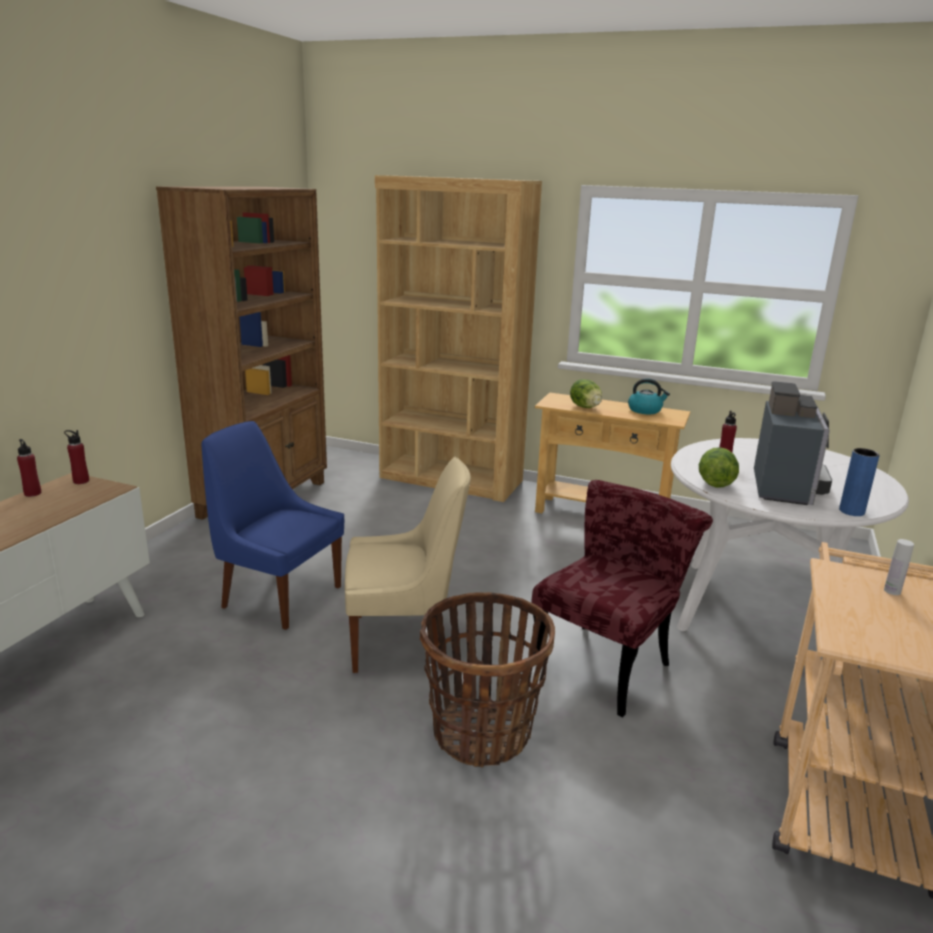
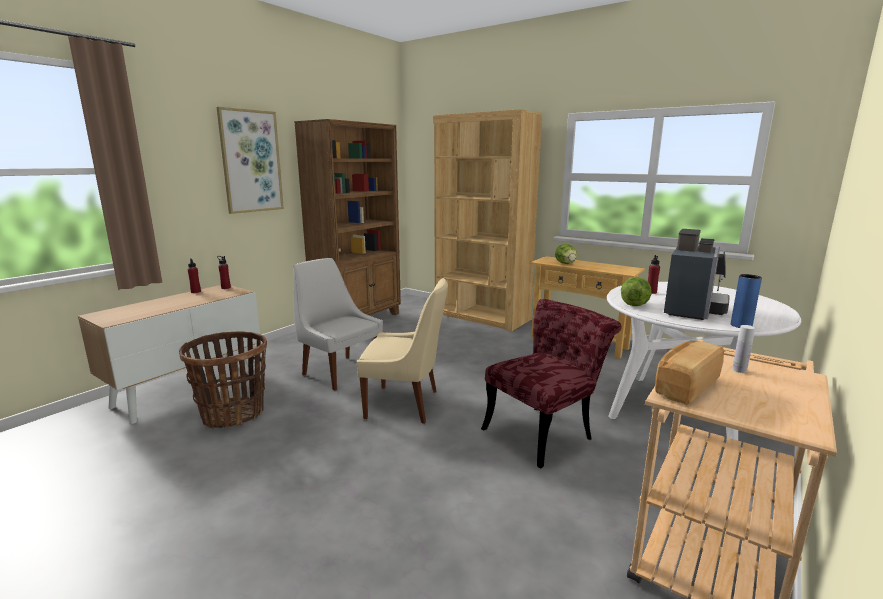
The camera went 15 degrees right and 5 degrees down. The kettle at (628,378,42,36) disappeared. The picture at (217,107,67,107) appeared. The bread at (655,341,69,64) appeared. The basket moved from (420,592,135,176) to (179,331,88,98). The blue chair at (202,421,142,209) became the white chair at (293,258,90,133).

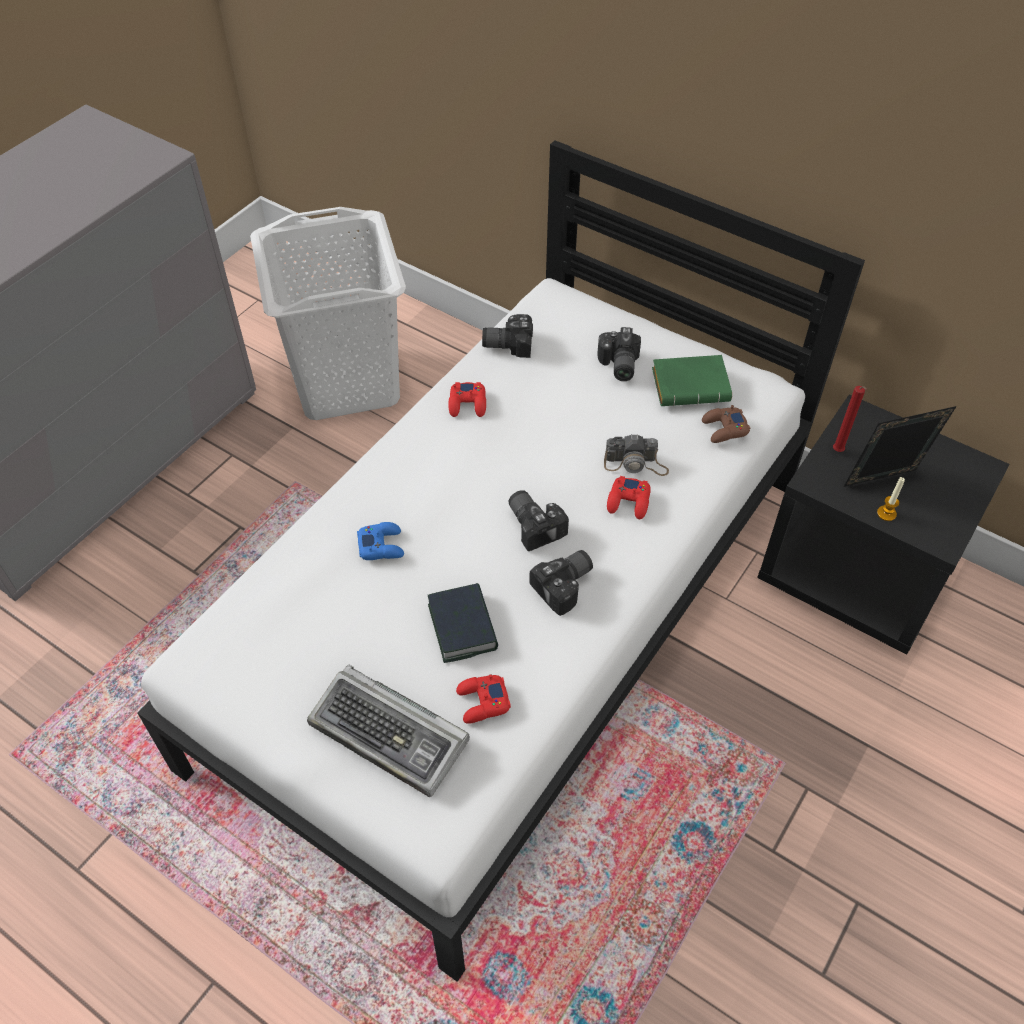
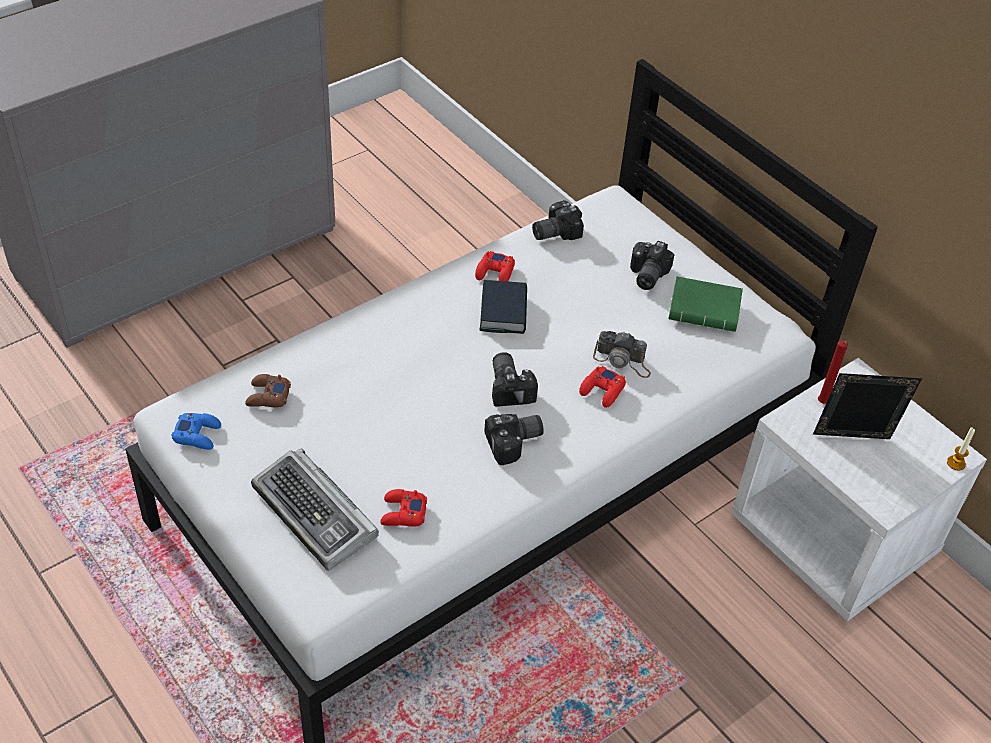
The camera went 15 degrees right and 5 degrees down. The white laundry basket at (250,207,156,213) disappeared. The blue game controller moved from (357,522,47,38) to (171,413,50,37). The book moved from (428,583,70,80) to (479,280,48,54). The brown game controller moved from (702,405,48,38) to (245,374,46,34). The candle moved from (877,477,28,44) to (947,427,28,43). The black nightstand at (757,394,253,261) became the white nightstand at (731,358,256,263). The photo camera at (482,314,51,44) turned 45 degrees counterclockwise.

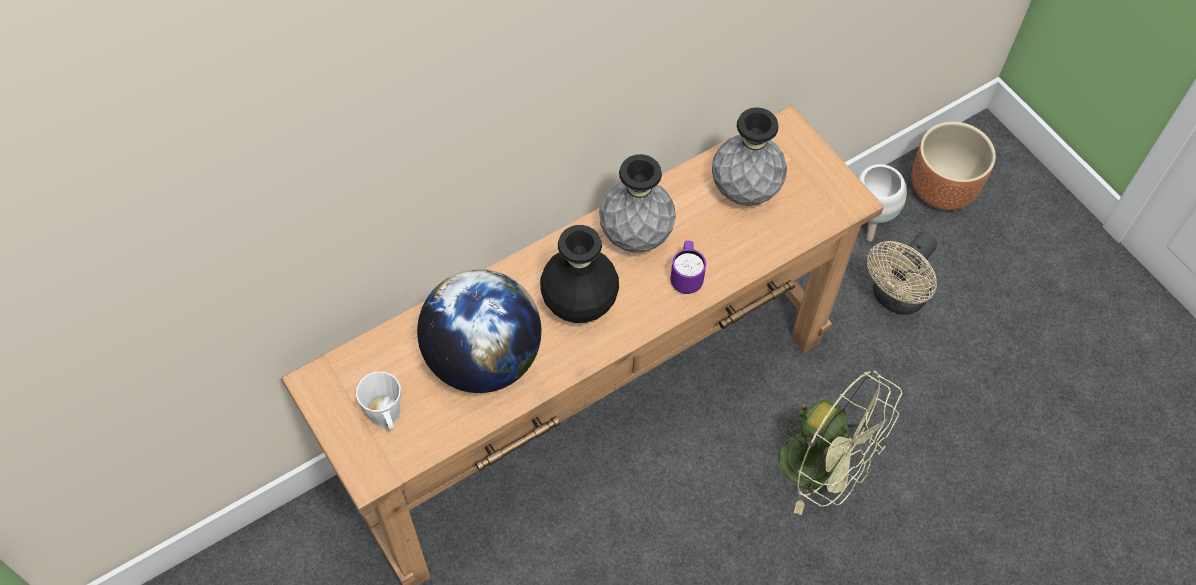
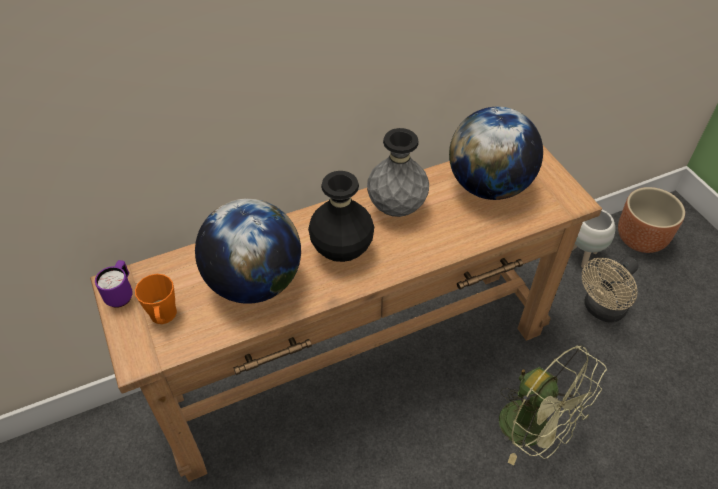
The camera went 10 degrees right and 10 degrees down. The purple mug moved from (670,241,36,53) to (95,260,38,48). The grey vase at (712,107,75,99) was replaced by the globe at (449,107,94,93). The white mug at (356,372,45,58) became the orange mug at (135,274,42,50).

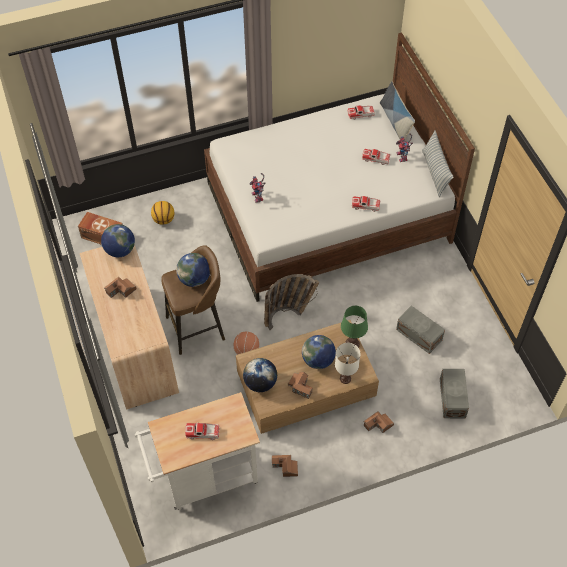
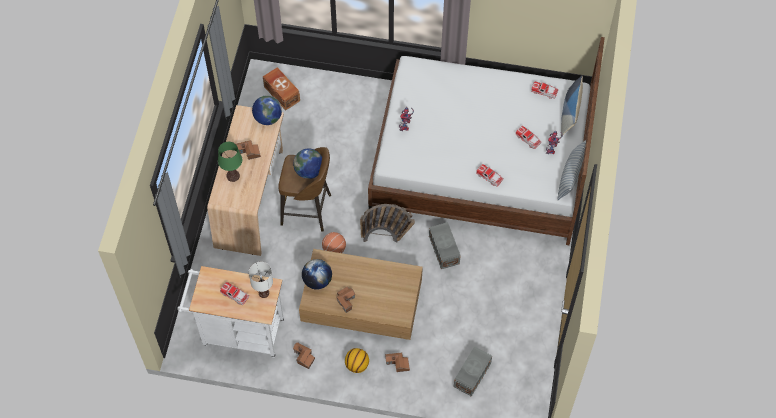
The camera went 30 degrees right and 5 degrees up. The globe at (302,335,34,34) disappeared. The basketball moved from (151,201,23,23) to (345,348,24,25). The white table lamp moved from (335,343,26,41) to (249,262,24,36). The green table lamp moved from (341,306,27,42) to (218,142,24,40). The grey storage box moved from (396,306,49,48) to (429,222,32,47).

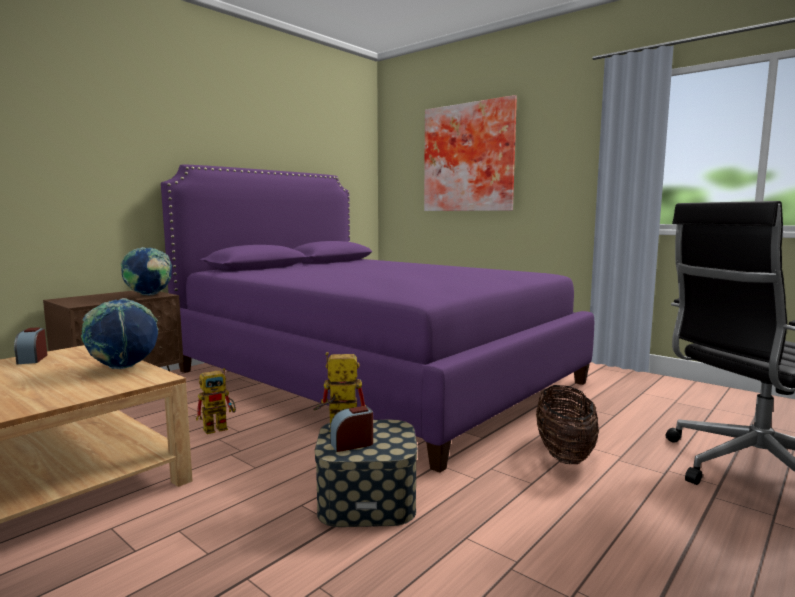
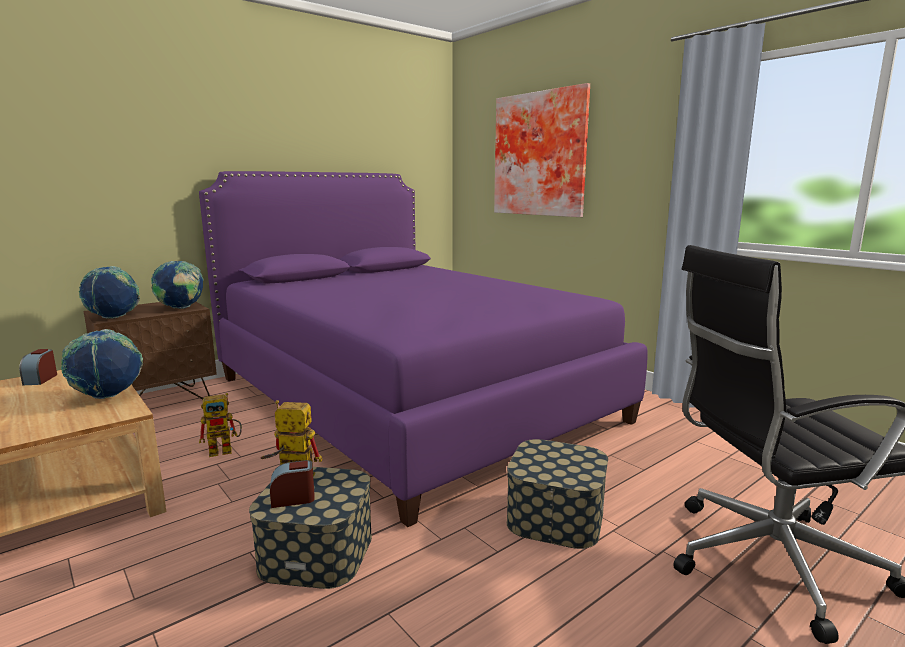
The camera went 10 degrees right and 5 degrees up. The globe at (79,266,61,53) appeared. The basket at (536,385,63,79) was replaced by the storage box at (507,439,101,110).

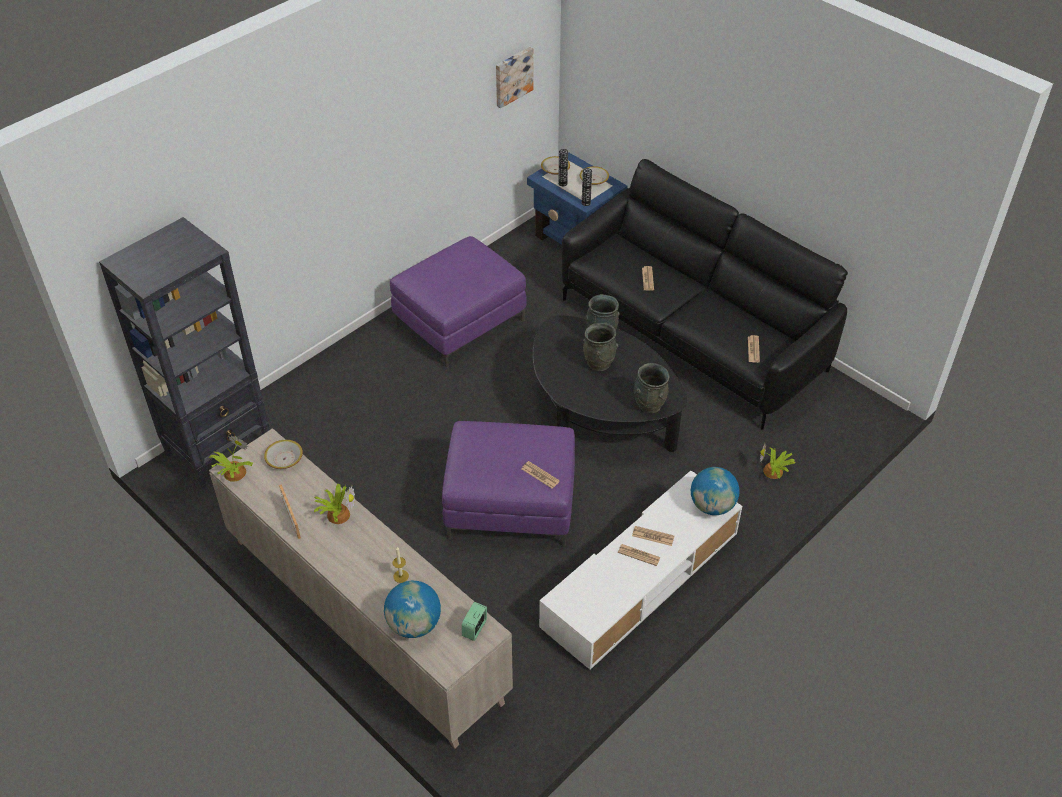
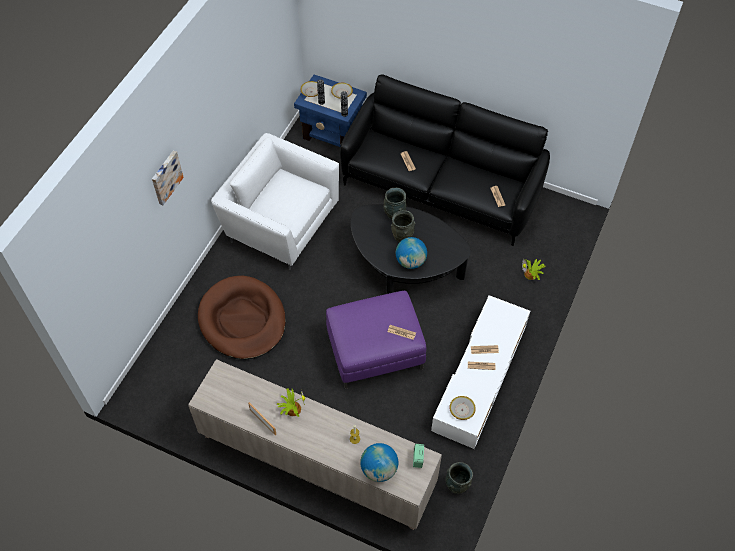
The camera went 20 degrees left and 10 degrees up. The black bookcase at (99,217,170,272) disappeared. The potted plant at (209,435,44,47) disappeared. The brown dog bed at (198,276,88,83) appeared. The bowl moved from (264,440,39,29) to (449,396,27,24). The picture moved from (496,47,37,61) to (152,151,32,54). The grey vase moved from (633,363,36,50) to (446,462,27,32). The globe moved from (691,467,49,48) to (396,237,31,32). The purple ottoman at (390,236,137,132) was replaced by the white armchair at (211,133,128,137).

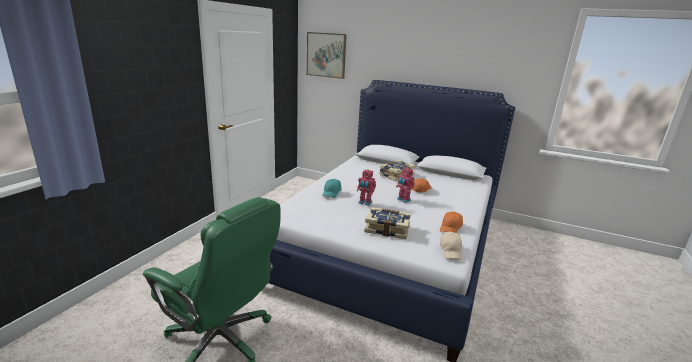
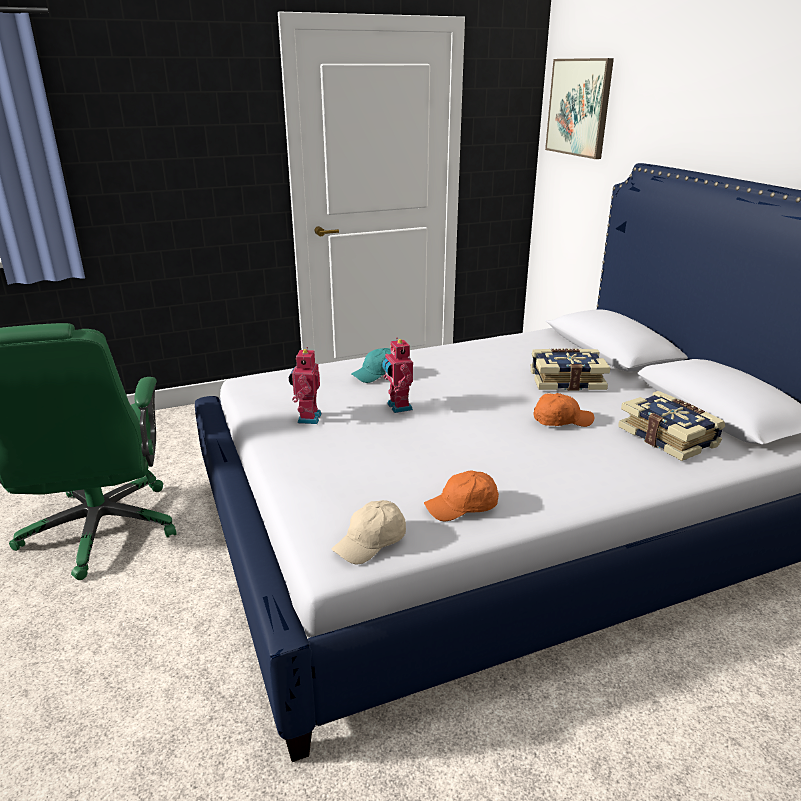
The camera went 45 degrees right and 5 degrees up. The book moved from (364,207,47,33) to (618,391,107,70). The toy robot moved from (396,167,19,36) to (289,347,33,77).

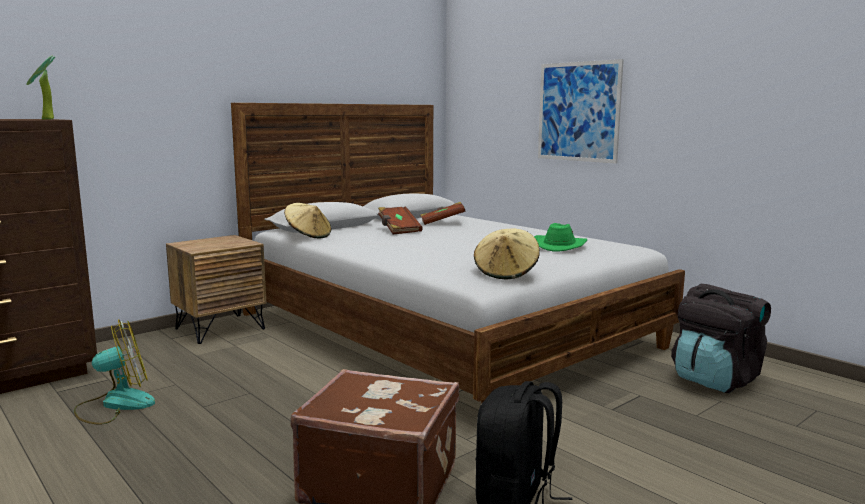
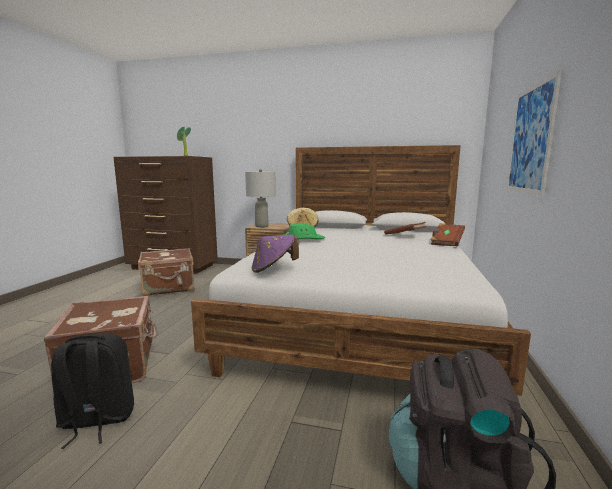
The camera went 55 degrees right and 0 degrees up. The grey table lamp at (245,169,31,58) appeared. The brown book moved from (378,207,45,27) to (431,223,34,23). The green hat moved from (534,223,53,29) to (284,223,41,17). The fan at (74,319,81,106) was replaced by the brown suitcase at (138,248,57,48). The beige hat at (474,228,66,51) became the purple hat at (252,234,47,39).

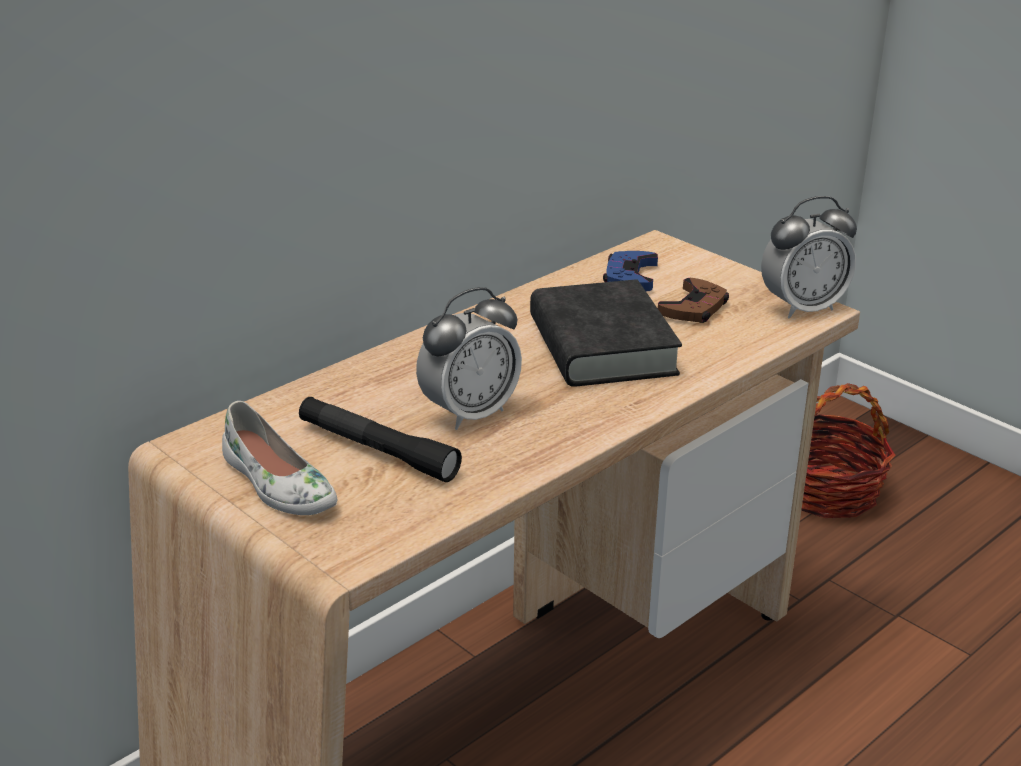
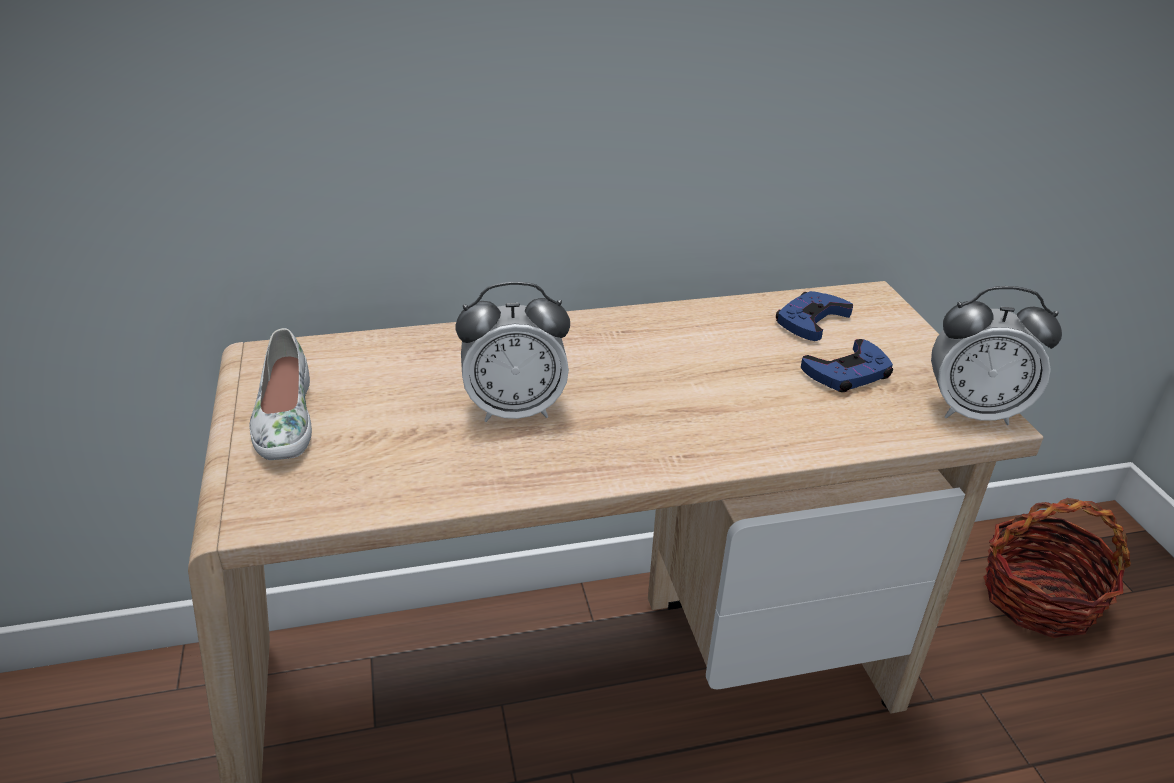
The camera went 30 degrees right and 5 degrees up. The black flashlight at (299,397,163,85) disappeared. The black book at (530,279,152,108) disappeared. The brown game controller at (658,278,71,45) became the blue game controller at (801,339,92,53).

